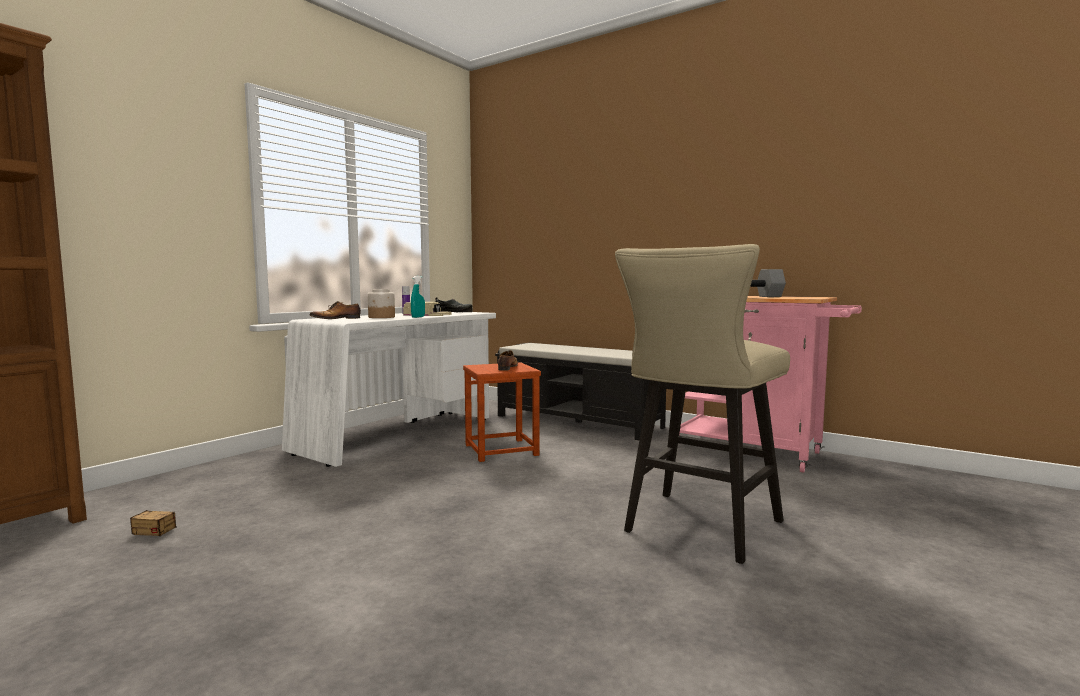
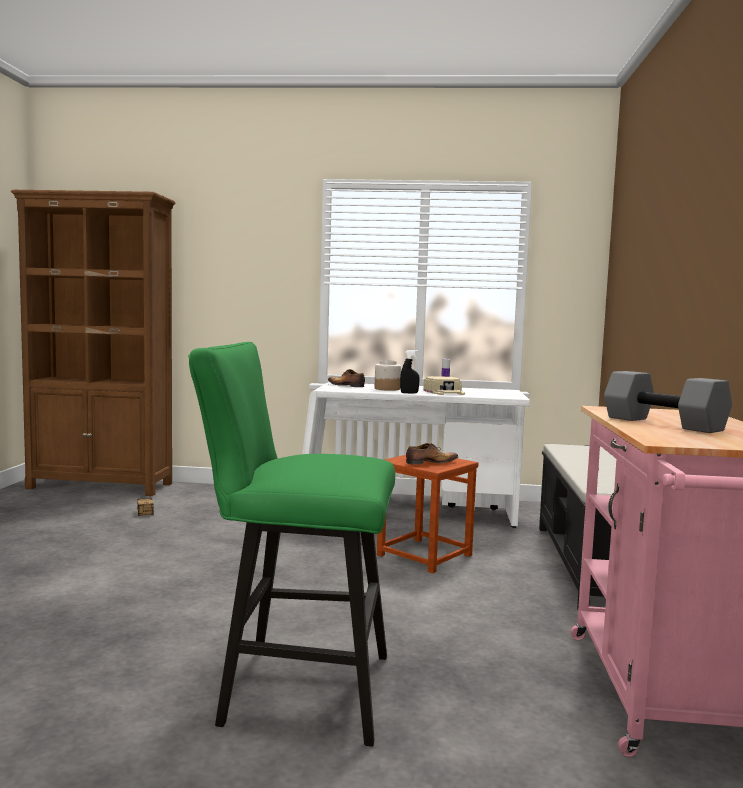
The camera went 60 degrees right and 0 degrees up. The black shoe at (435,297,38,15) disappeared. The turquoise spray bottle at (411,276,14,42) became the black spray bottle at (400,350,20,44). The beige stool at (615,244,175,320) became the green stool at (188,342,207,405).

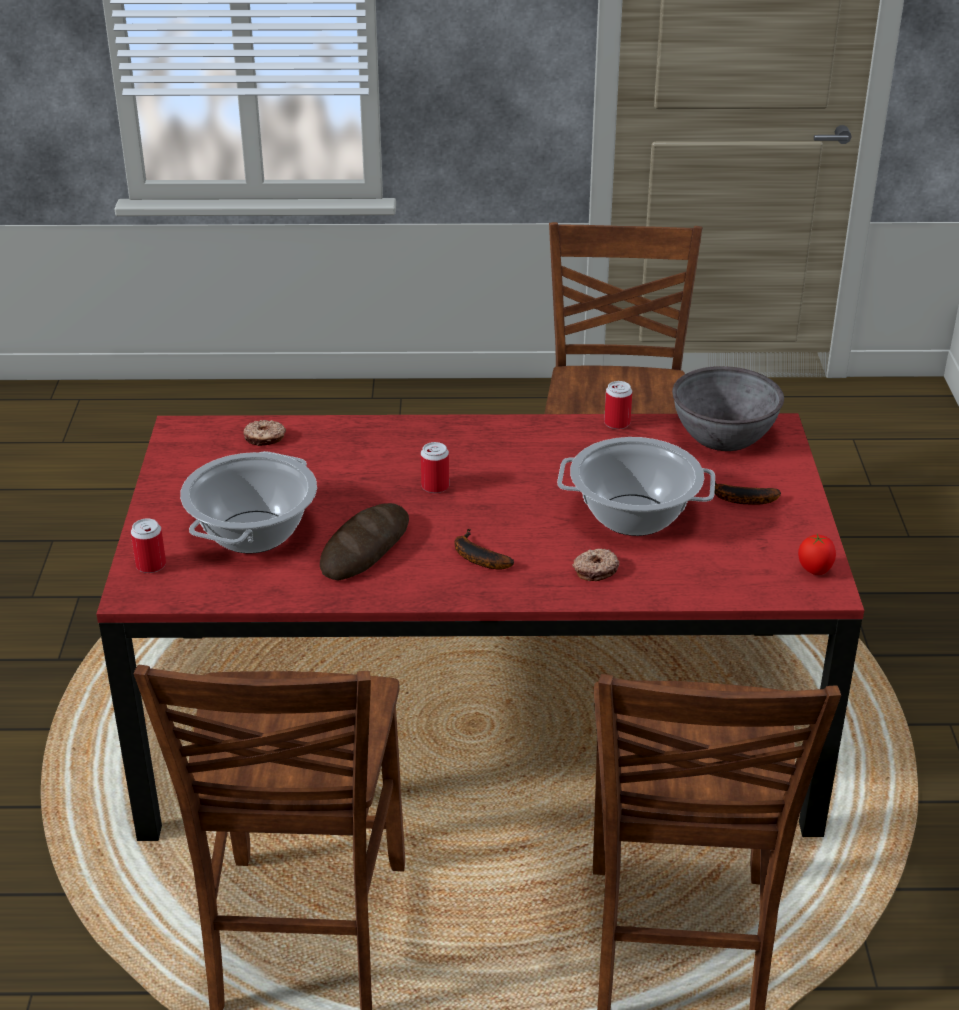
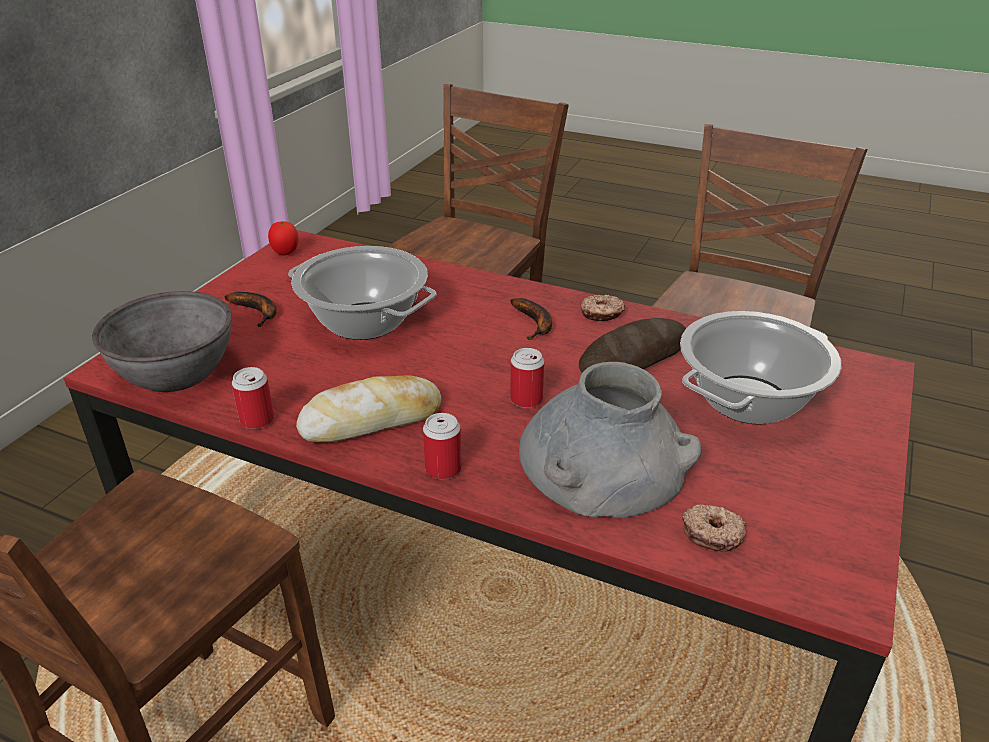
The camera went 155 degrees left and 0 degrees up. The bread at (296,375,145,67) appeared. The grey vase at (519,362,183,156) appeared. The can moved from (131,518,35,55) to (423,413,39,66). The donut moved from (572,548,47,33) to (581,295,44,26).

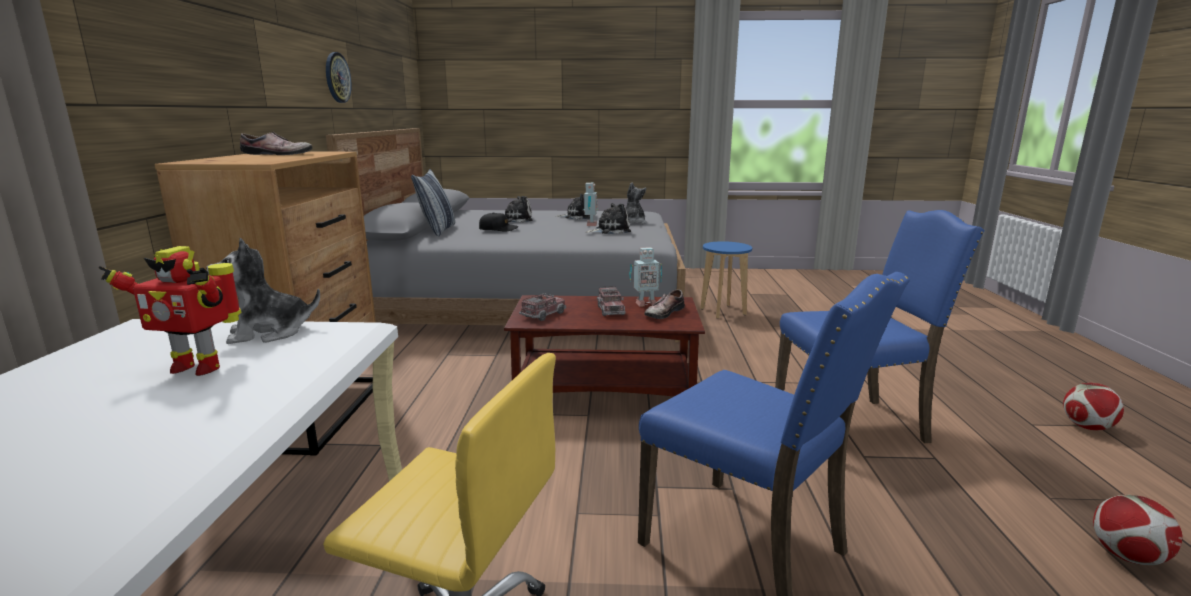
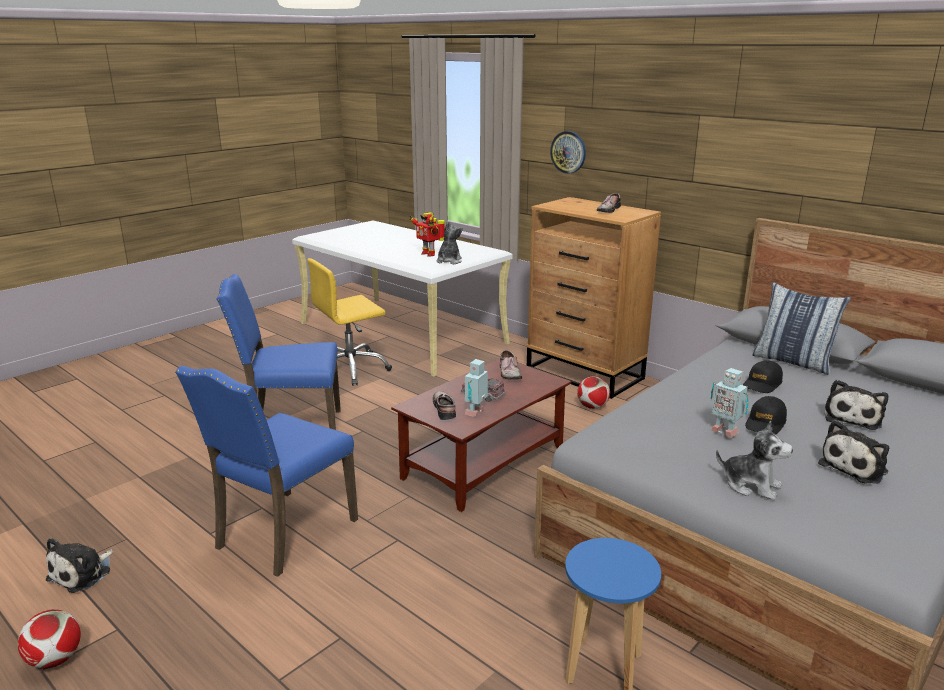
The camera went 130 degrees right and 5 degrees up. The black cap at (745,396,42,38) appeared. The wall clock moved from (326,52,26,51) to (550,131,36,43). The plush toy moved from (586,203,45,31) to (46,538,67,55). The football moved from (1093,495,89,70) to (577,376,33,33). The toy truck at (519,293,47,28) was replaced by the shoe at (500,350,22,30). The toy robot at (99,246,143,130) turned 90 degrees counterclockwise.

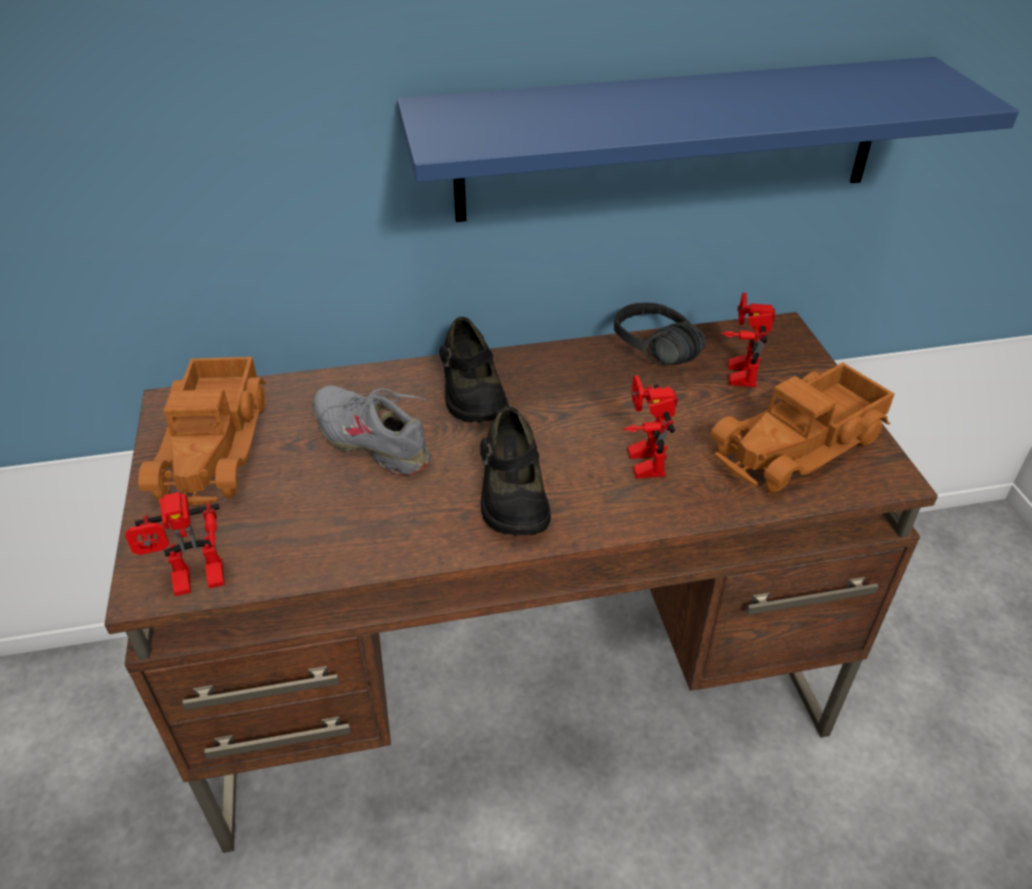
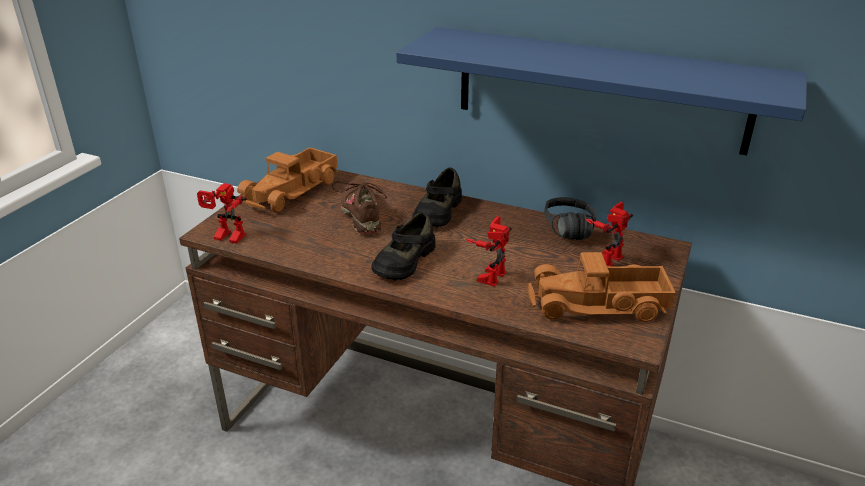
The camera went 35 degrees right and 10 degrees down. The grey shoe at (313,385,118,91) became the brown shoe at (332,180,64,54).

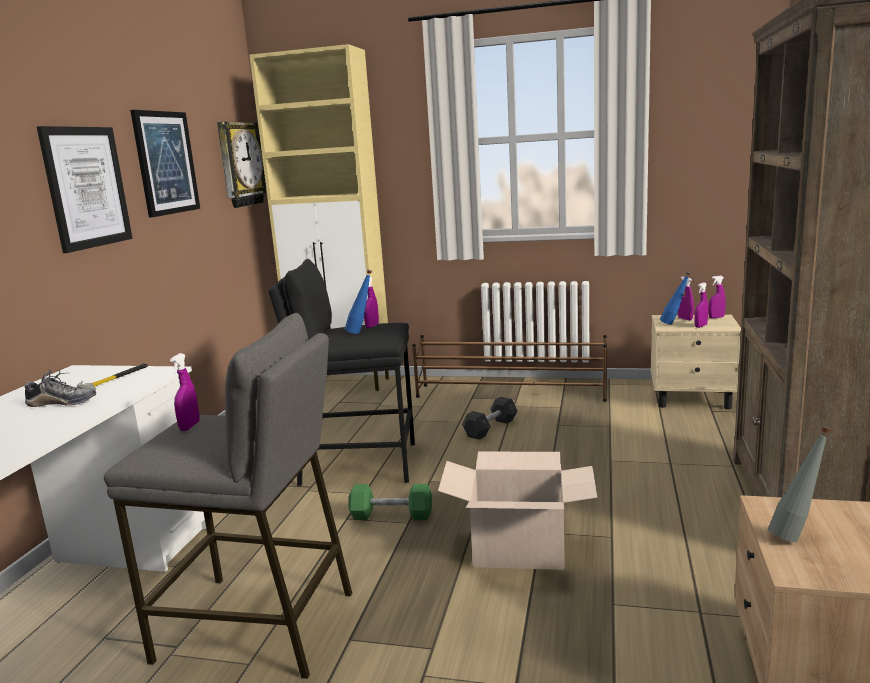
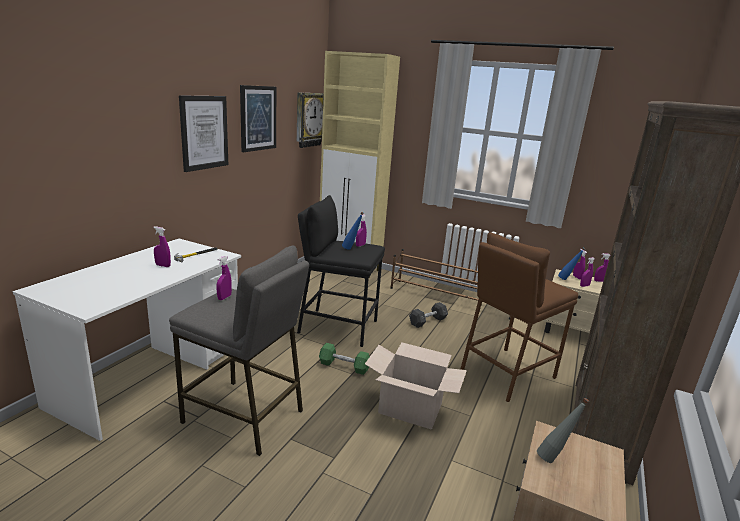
The camera went 10 degrees right and 5 degrees up. The brown stool at (460,233,118,169) appeared. The shoe at (25,370,71,37) was replaced by the purple spray bottle at (153,226,18,41).

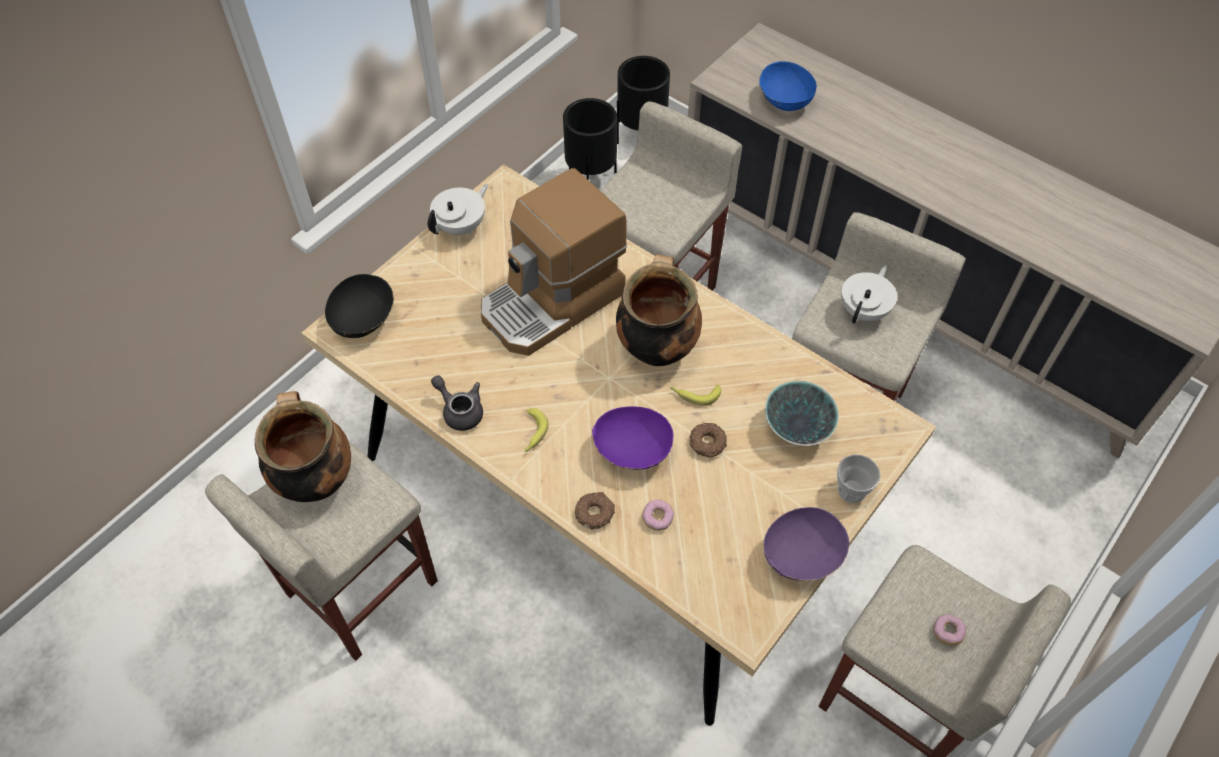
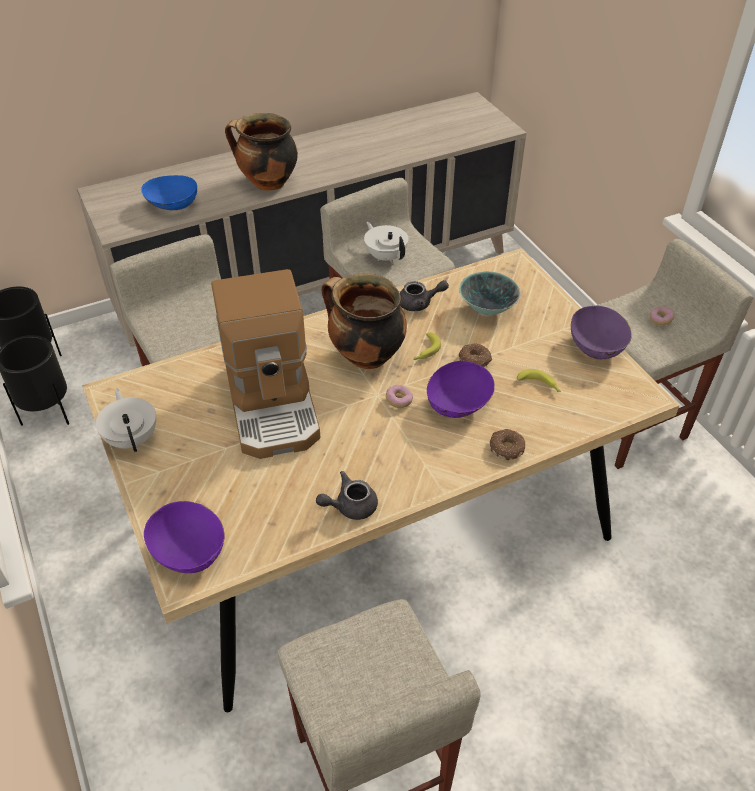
The camera went 65 degrees left and 10 degrees down. The cup at (837,454,43,49) disappeared. The grey teapot at (400,280,49,31) appeared. The cooking pot moved from (255,391,96,111) to (225,113,73,78). The banana moved from (525,408,24,45) to (517,369,44,23). The donut moved from (642,500,32,31) to (386,385,27,23). The black bowl at (325,274,69,64) became the purple bowl at (144,501,81,72).

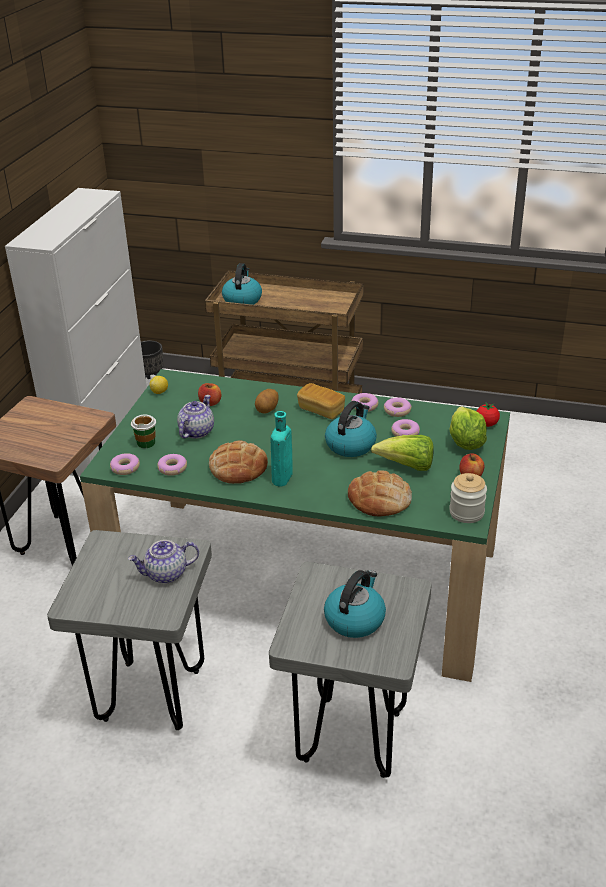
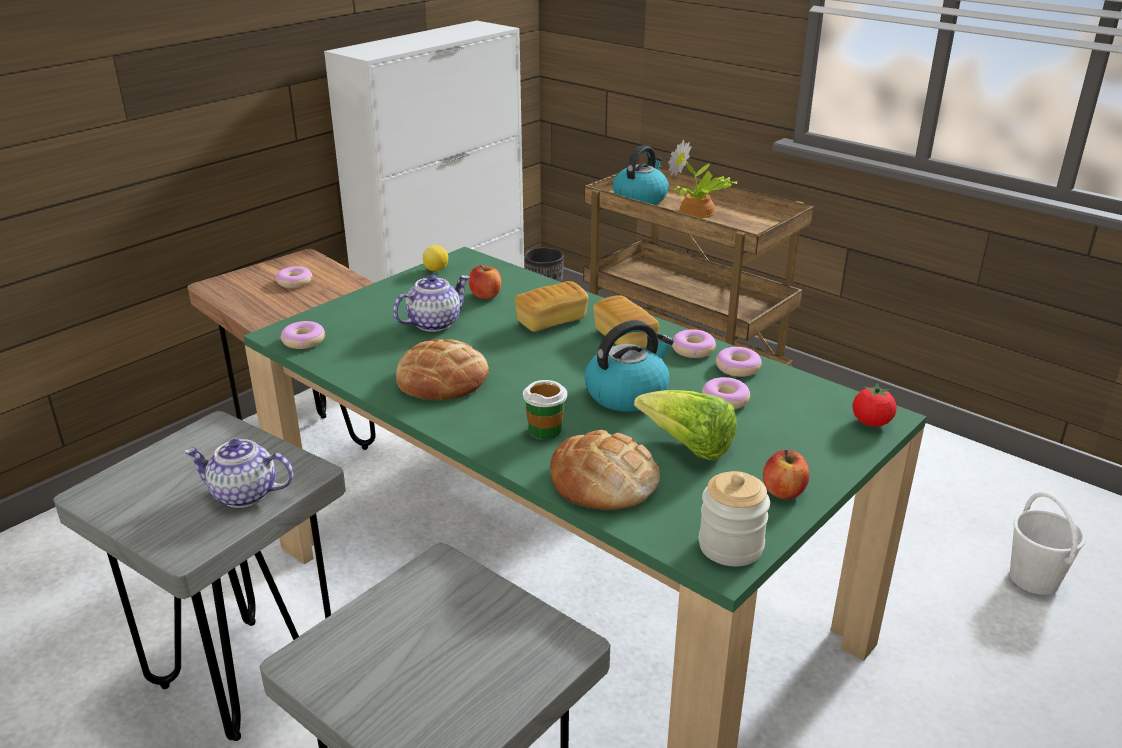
The camera went 25 degrees right and 5 degrees down. The turquoise bottle at (270,411,23,76) disappeared. The kettle at (324,570,62,68) disappeared. The lettuce at (450,406,37,44) disappeared. The potted plant at (668,140,70,78) appeared. The white bucket at (1010,491,76,104) appeared. The cup moved from (131,415,25,33) to (523,380,44,60). The donut moved from (157,454,30,22) to (276,266,36,22). The potato at (255,389,24,25) was replaced by the bread at (515,281,73,51).

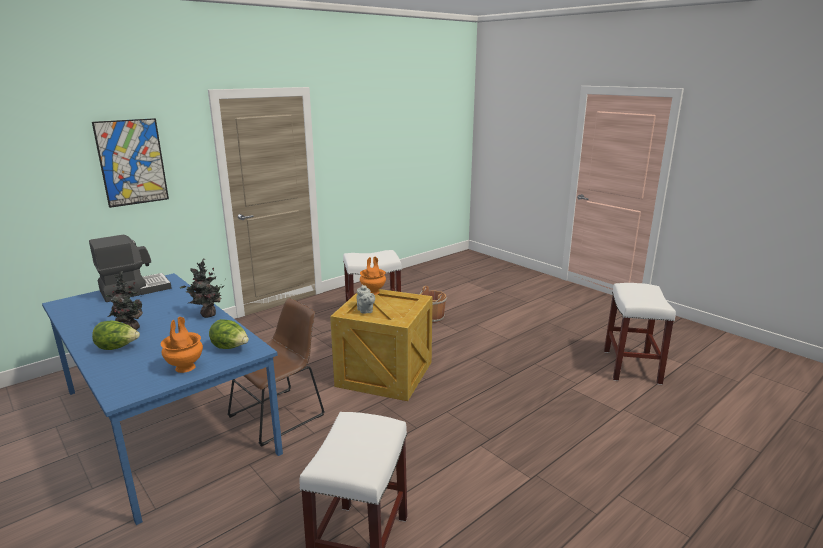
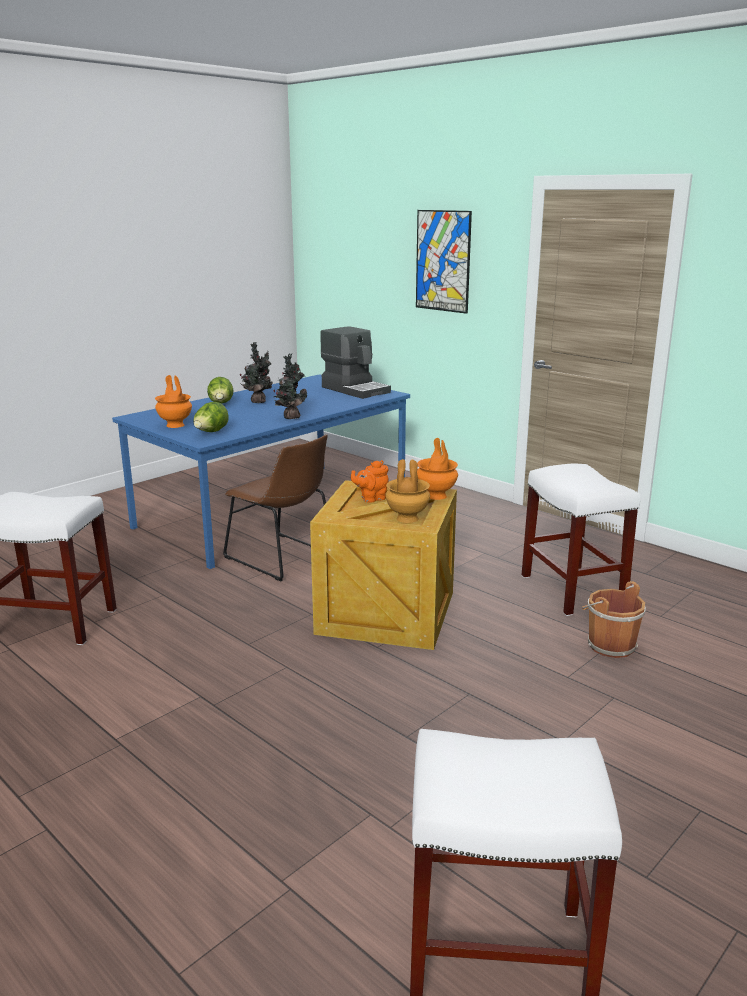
The camera went 85 degrees right and 0 degrees up. The brown vase at (386,459,44,64) appeared. The grey teapot at (356,284,19,30) became the orange teapot at (351,460,38,43).

